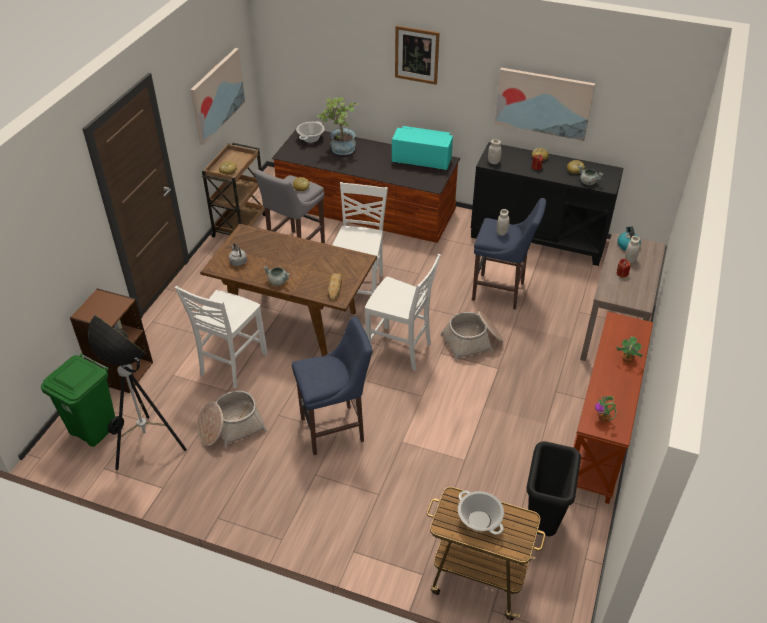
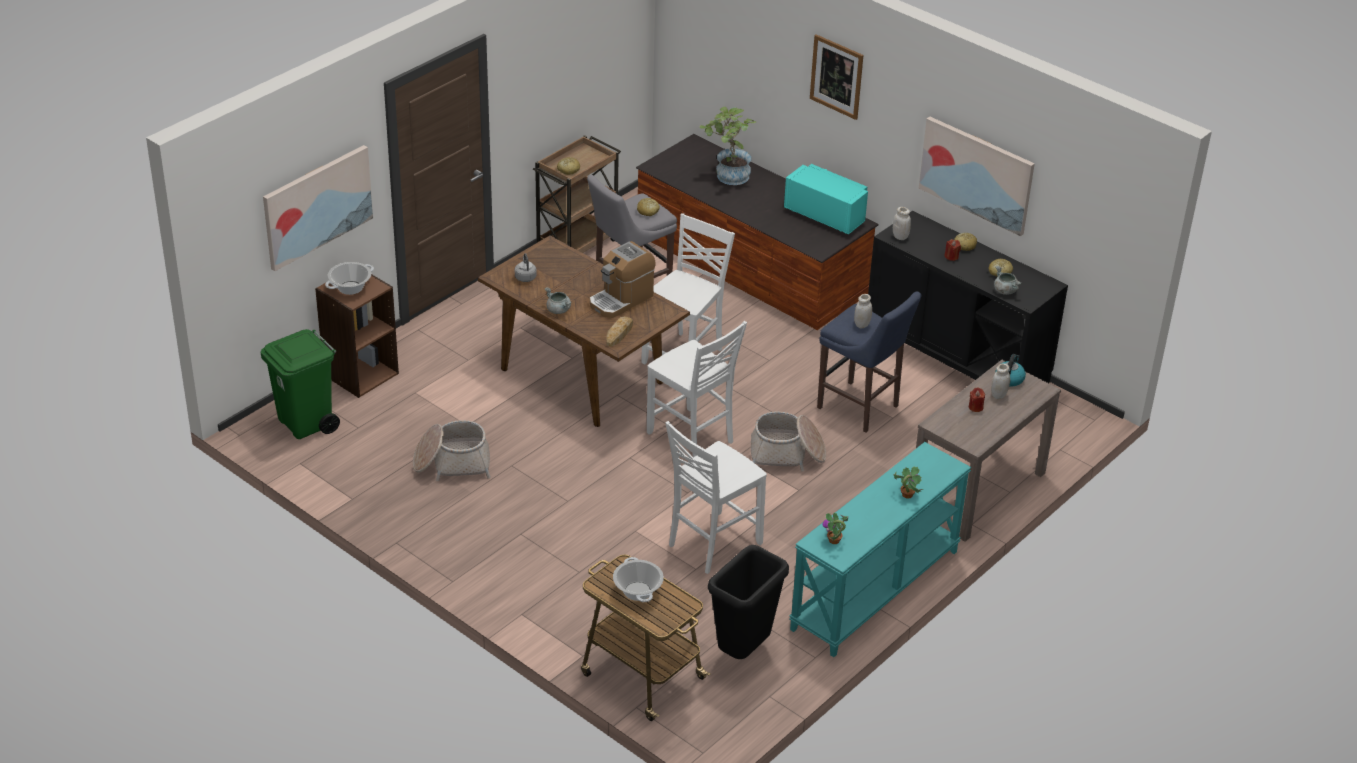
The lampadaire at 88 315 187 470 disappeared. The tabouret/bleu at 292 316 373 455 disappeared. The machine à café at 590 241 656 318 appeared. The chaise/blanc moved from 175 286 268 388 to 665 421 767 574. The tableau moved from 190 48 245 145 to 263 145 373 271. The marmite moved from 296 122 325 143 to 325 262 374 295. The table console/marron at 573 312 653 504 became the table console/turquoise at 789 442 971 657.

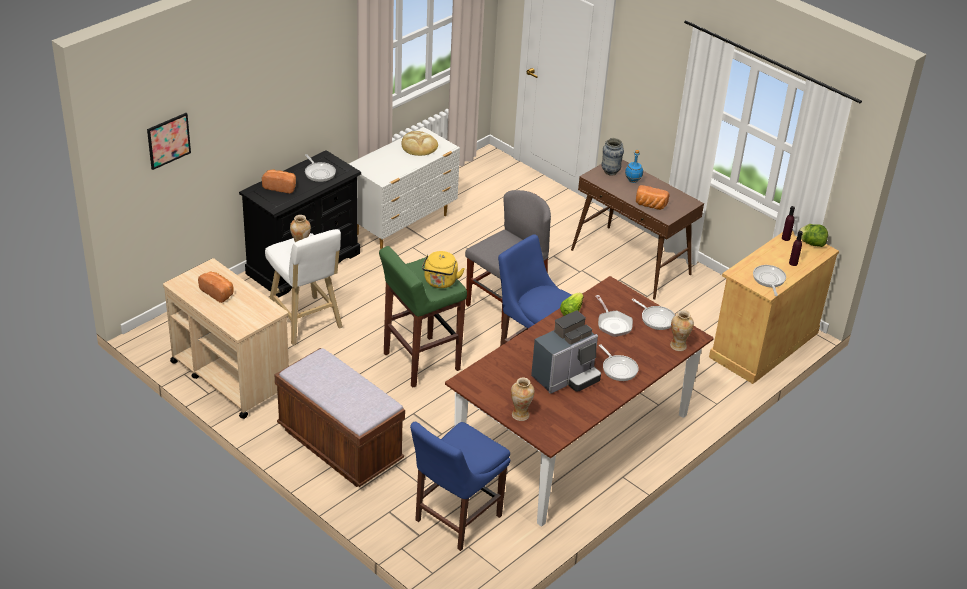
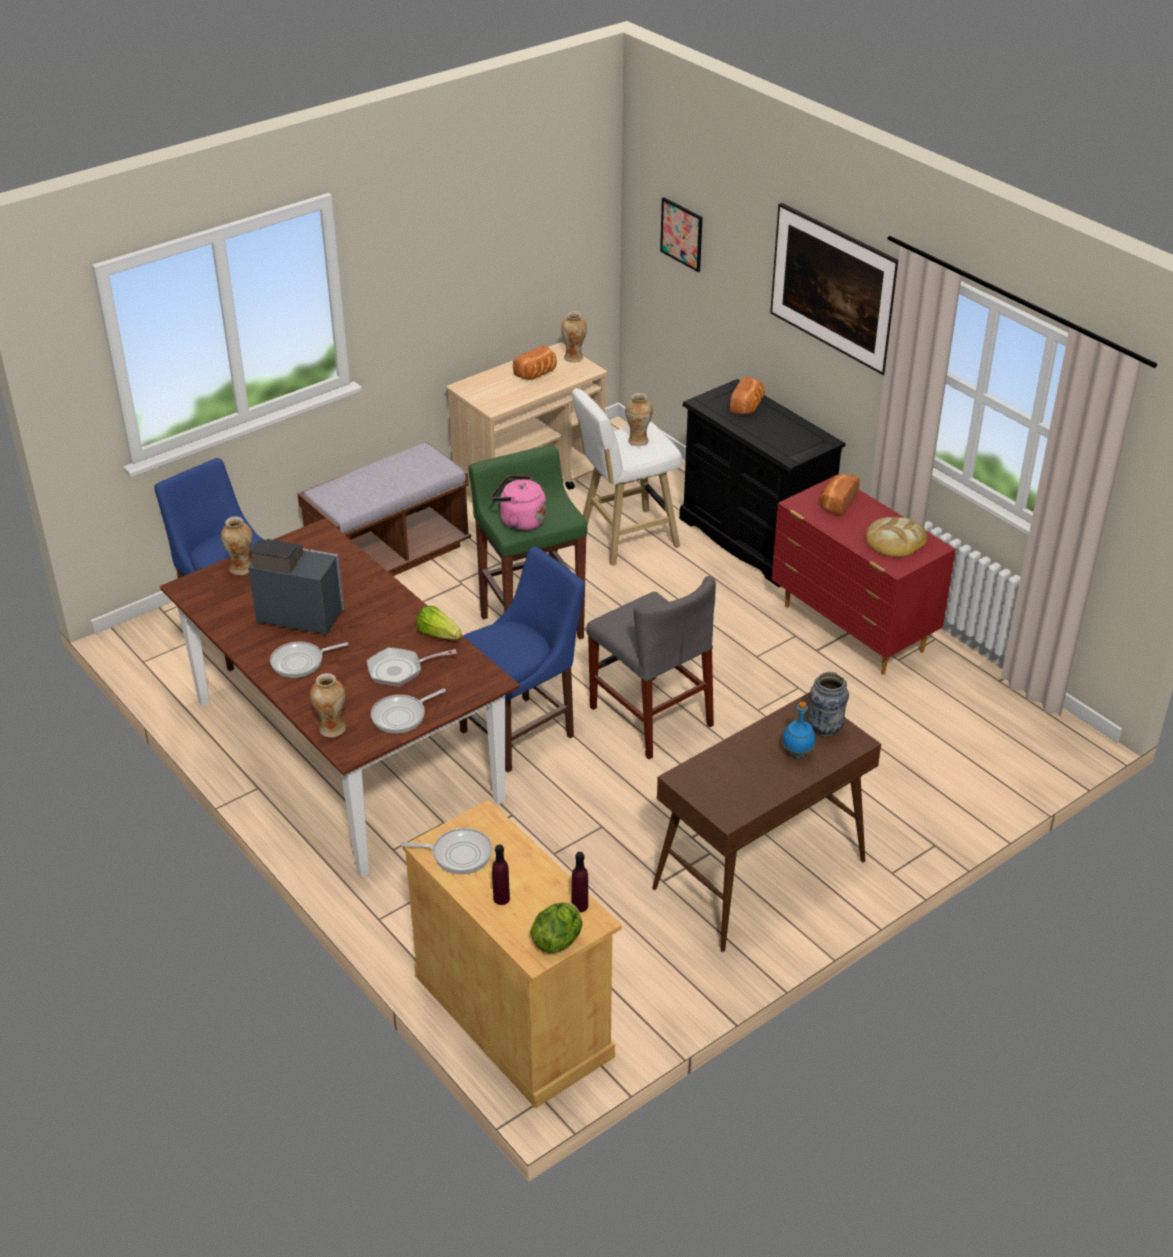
The poêle at 305 154 336 182 disappeared. The vase at 561 311 587 363 appeared. The tableau at 770 203 898 375 appeared. The pain moved from 636 185 669 210 to 820 474 860 516. The commode/blanc at 349 127 460 249 became the commode/rouge at 771 475 956 675. The bouilloire/jaune at 422 251 465 288 became the bouilloire/rose at 491 475 546 531. The machine à café at 531 311 601 394 turned 135 degrees clockwise.

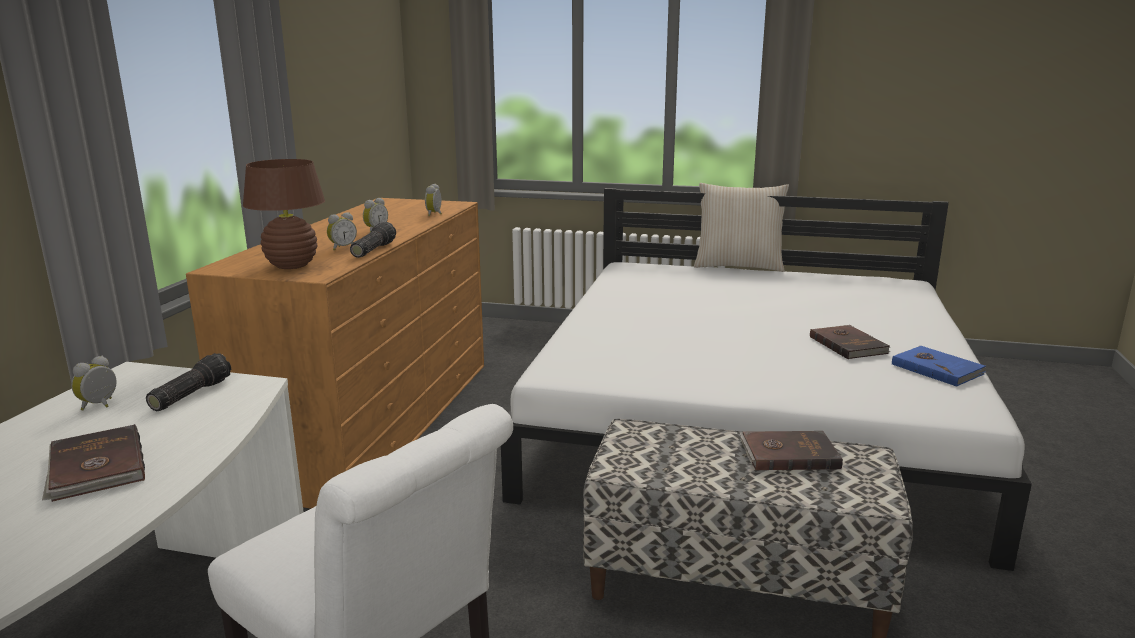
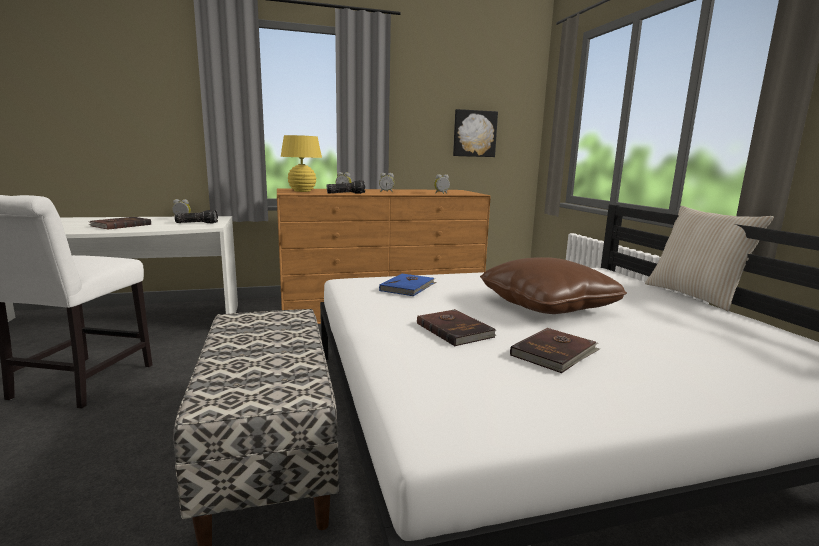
The tableau at 453 109 498 157 appeared. The coussin/marron at 480 257 627 314 appeared. The livre/marron moved from 739 431 843 470 to 417 309 496 346. The livre/bleu moved from 892 346 986 387 to 379 273 437 296. The lampe de table/marron at 243 159 325 269 became the lampe de table/jaune at 281 135 322 192.

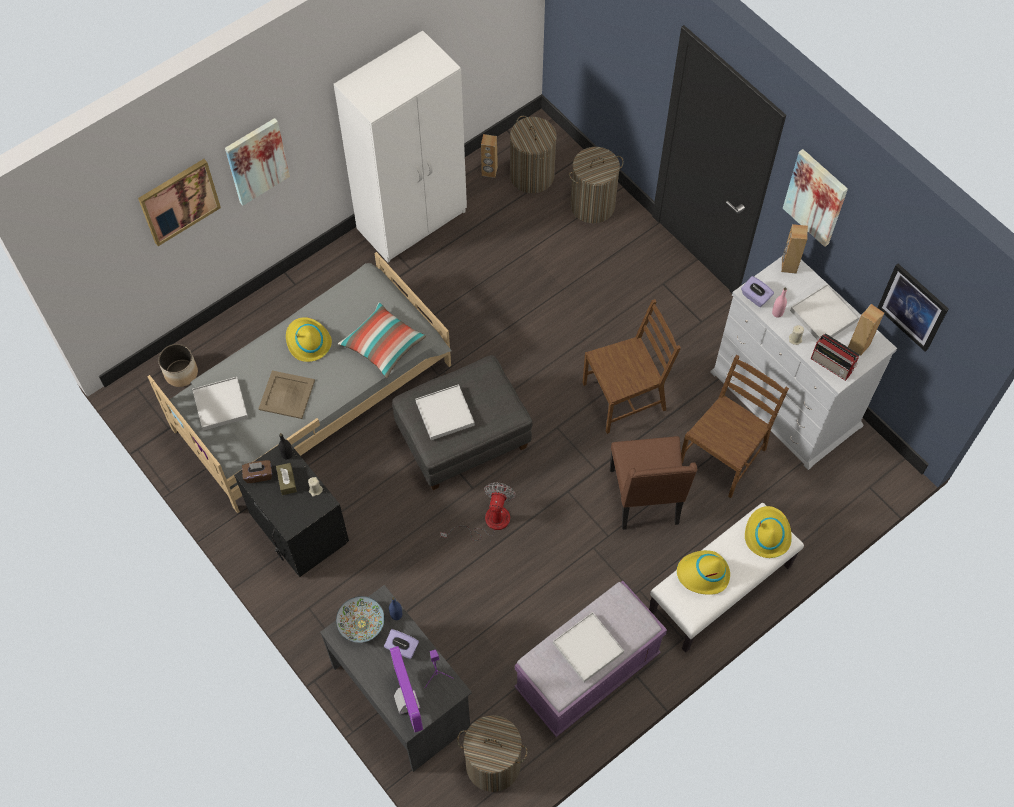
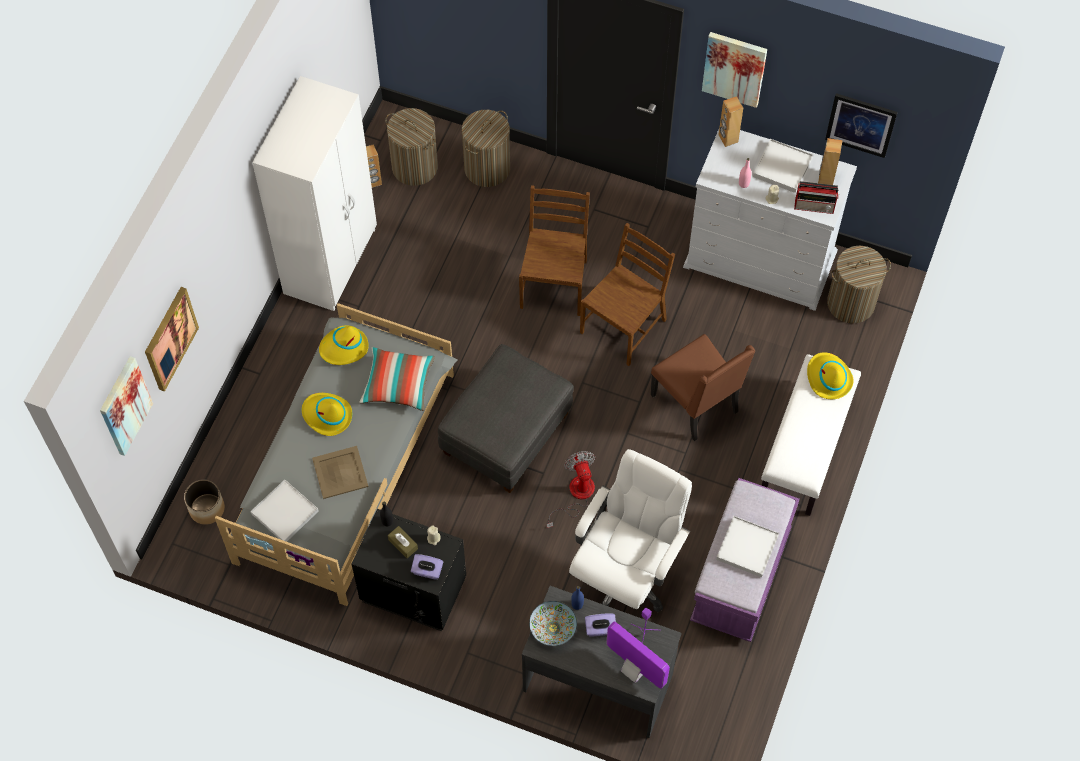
The boîte à mouchoirs/marron at 242 460 272 483 disappeared. The plateau/blanc at 416 384 475 440 disappeared. The chaise de bureau/blanc at 569 449 692 612 appeared. The tableau moved from 225 118 290 205 to 100 356 153 456. The panier à linge moved from 457 715 528 792 to 827 246 891 323. The chapeau/jaune moved from 677 550 730 595 to 319 325 369 365. The chaise/marron moved from 681 355 789 498 to 519 185 590 316. The boîte à mouchoirs/violet moved from 741 276 774 307 to 411 554 443 580.

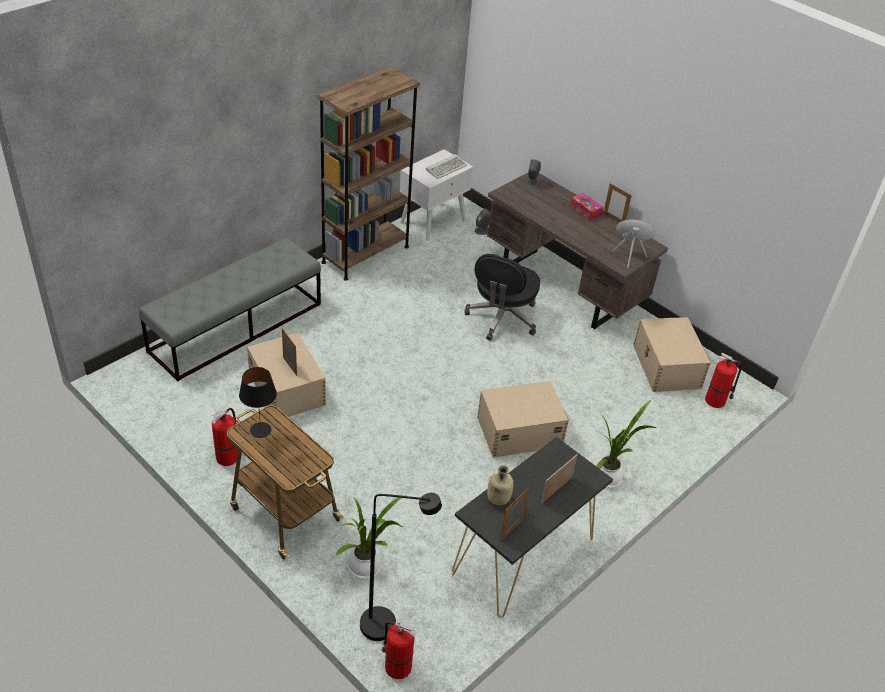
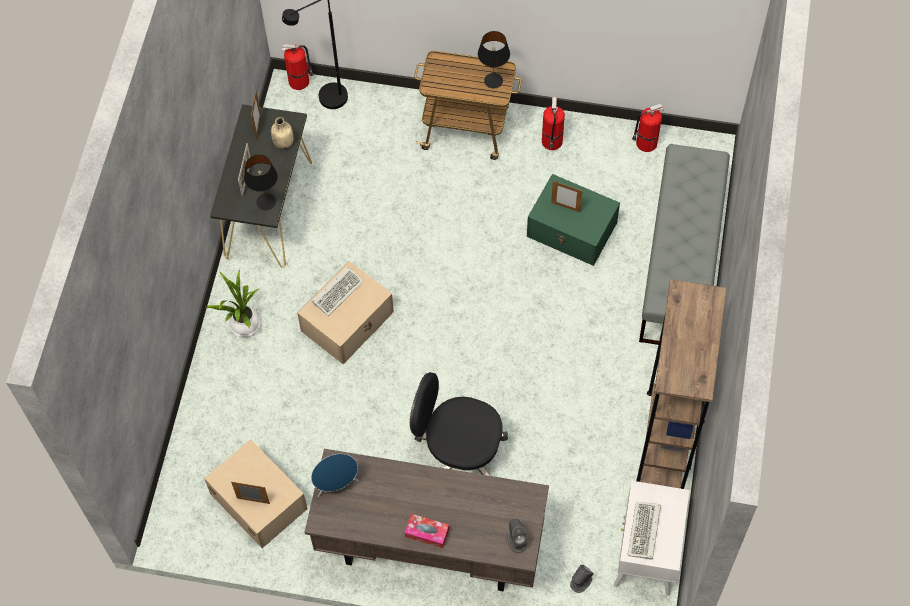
The plante en pot at 335 497 404 579 disappeared. The lampe de table/noir at 244 155 278 210 appeared. The clavier at 312 266 364 316 appeared. The cadre photo moved from 604 183 632 223 to 231 482 270 504. The extincteur moved from 705 352 742 408 to 632 103 664 152. The boîte de rangement/beige at 247 333 326 421 became the boîte de rangement/vert at 527 174 620 266. The chaise de bureau/noir at 464 254 540 341 turned 60 degrees counterclockwise.

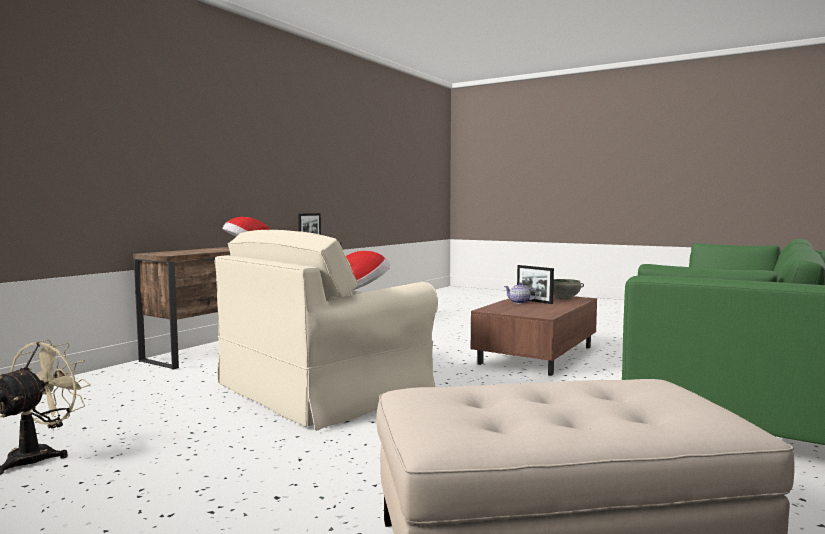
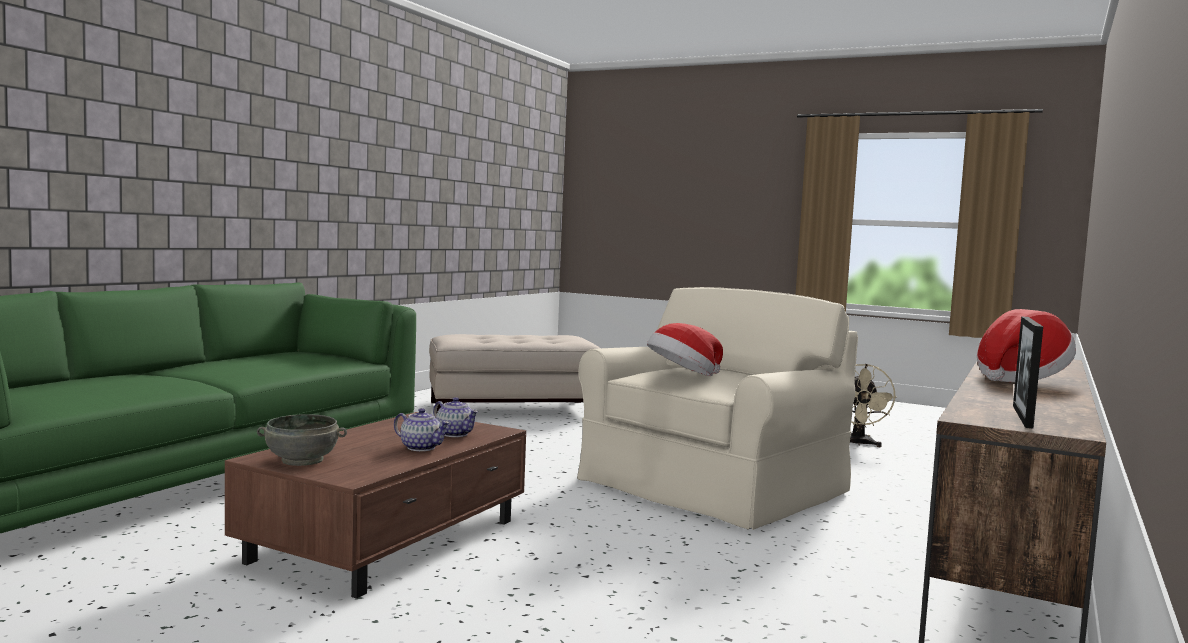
The cadre photo at 517 265 554 304 disappeared. The théière at 433 397 479 437 appeared.

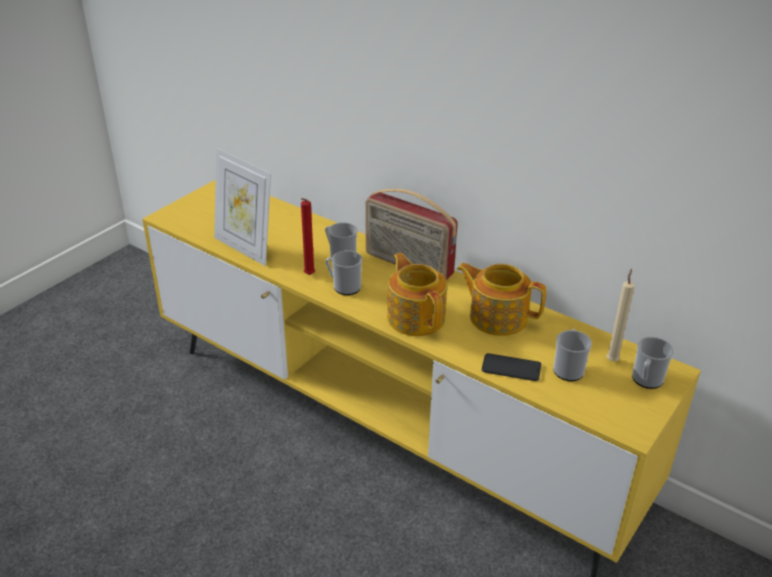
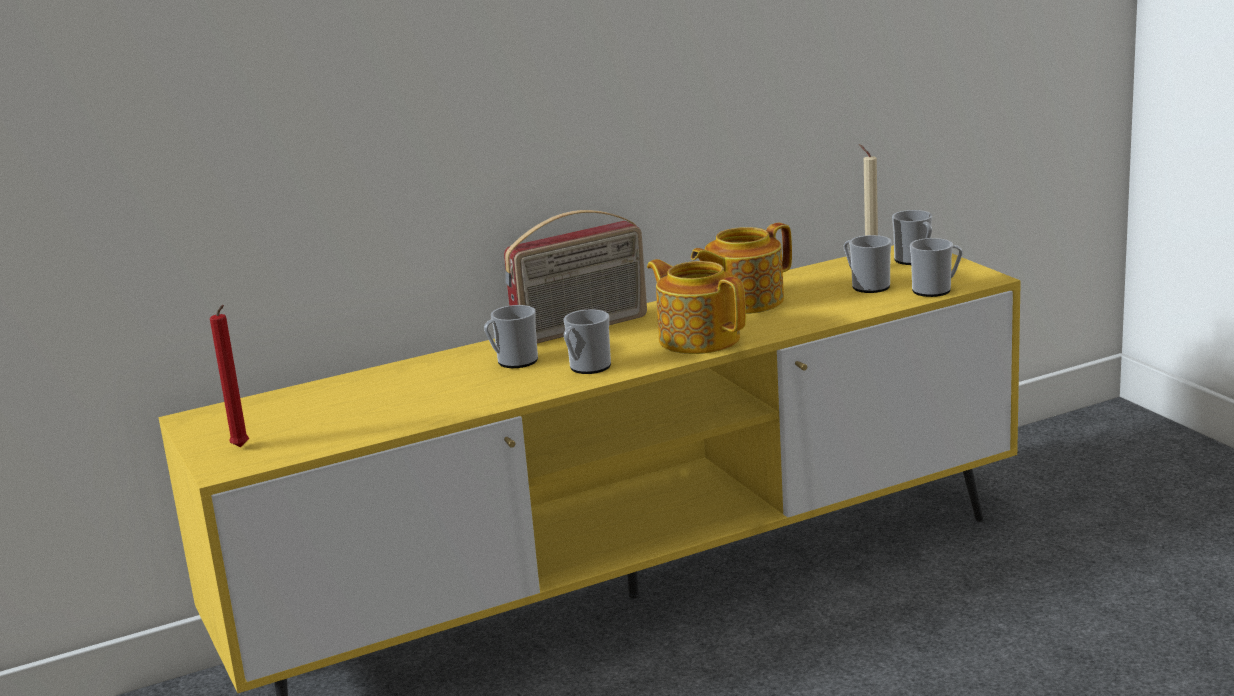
The cadre photo at 214 148 271 266 disappeared. The téléphone at 482 353 541 381 disappeared. The mug at 910 238 963 297 appeared. The bougie/rouge moved from 301 198 315 275 to 210 305 249 447. The théière at 387 253 447 336 turned 45 degrees clockwise.

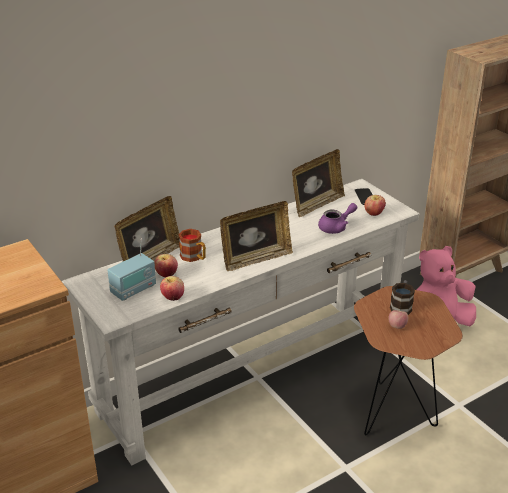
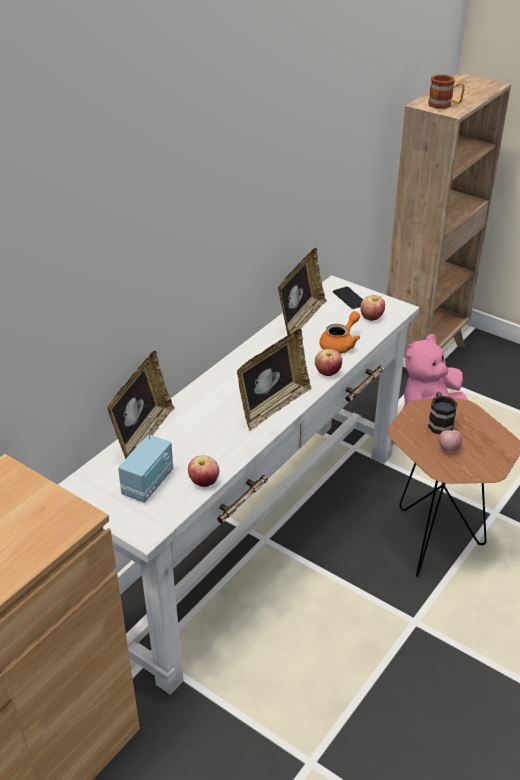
The pomme moved from 154 254 178 277 to 315 349 342 376. The mug moved from 179 229 206 262 to 428 75 465 109. The théière/violet at 318 203 357 234 became the théière/orange at 320 311 360 354.

